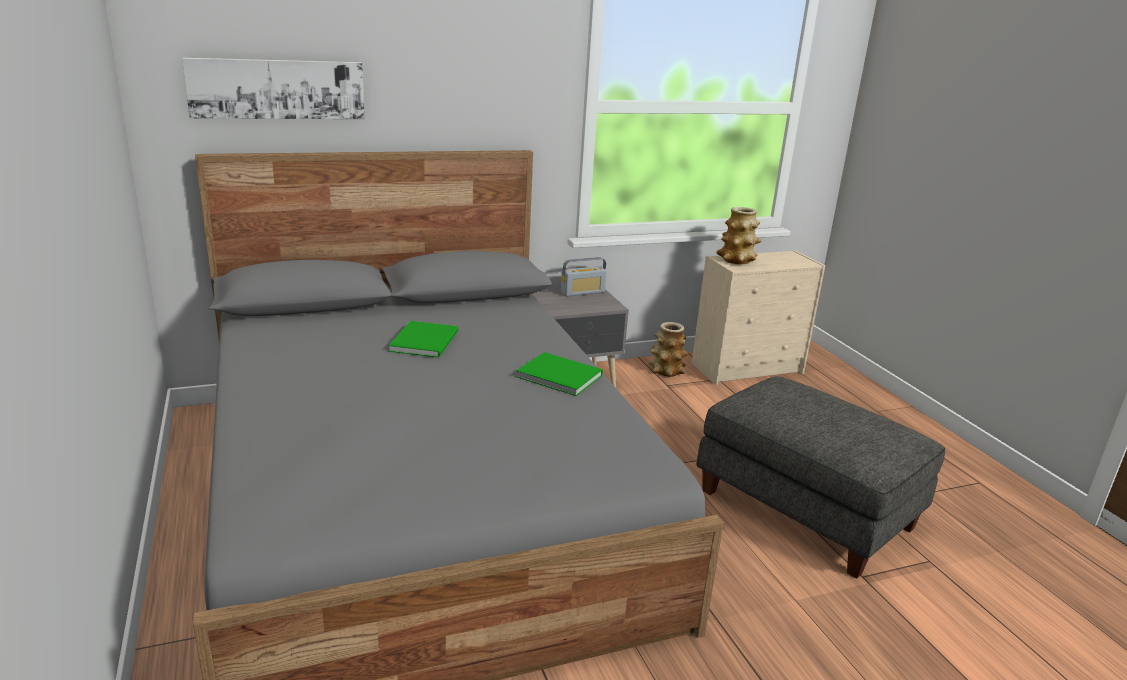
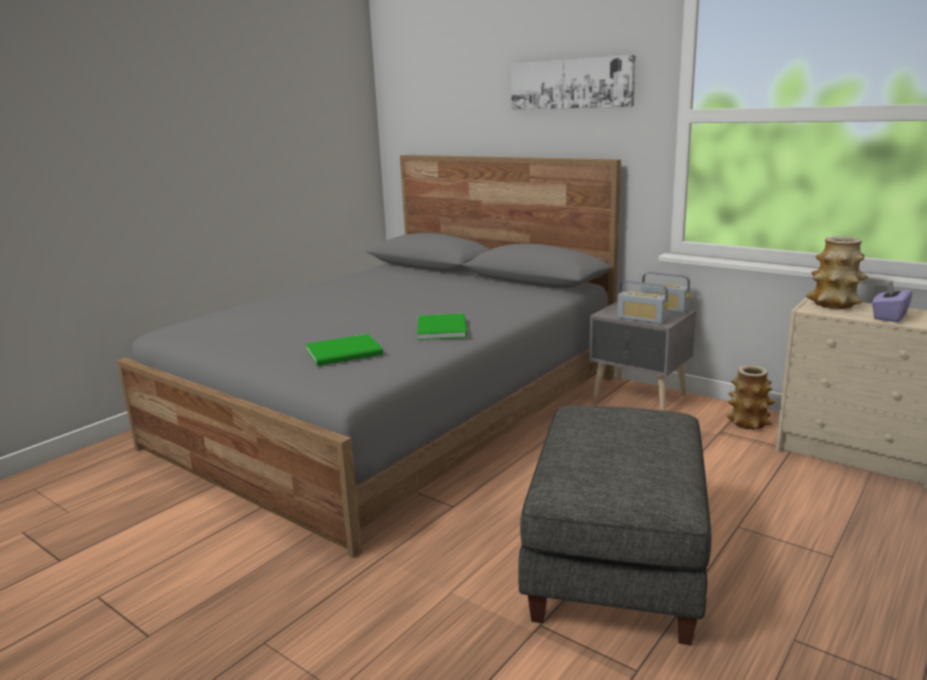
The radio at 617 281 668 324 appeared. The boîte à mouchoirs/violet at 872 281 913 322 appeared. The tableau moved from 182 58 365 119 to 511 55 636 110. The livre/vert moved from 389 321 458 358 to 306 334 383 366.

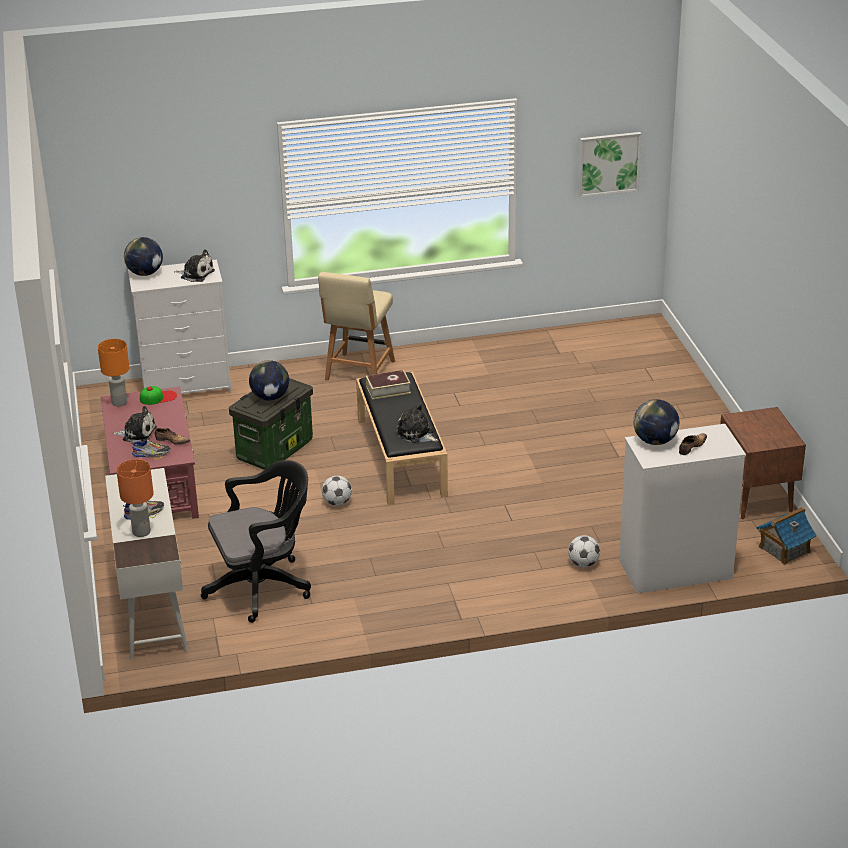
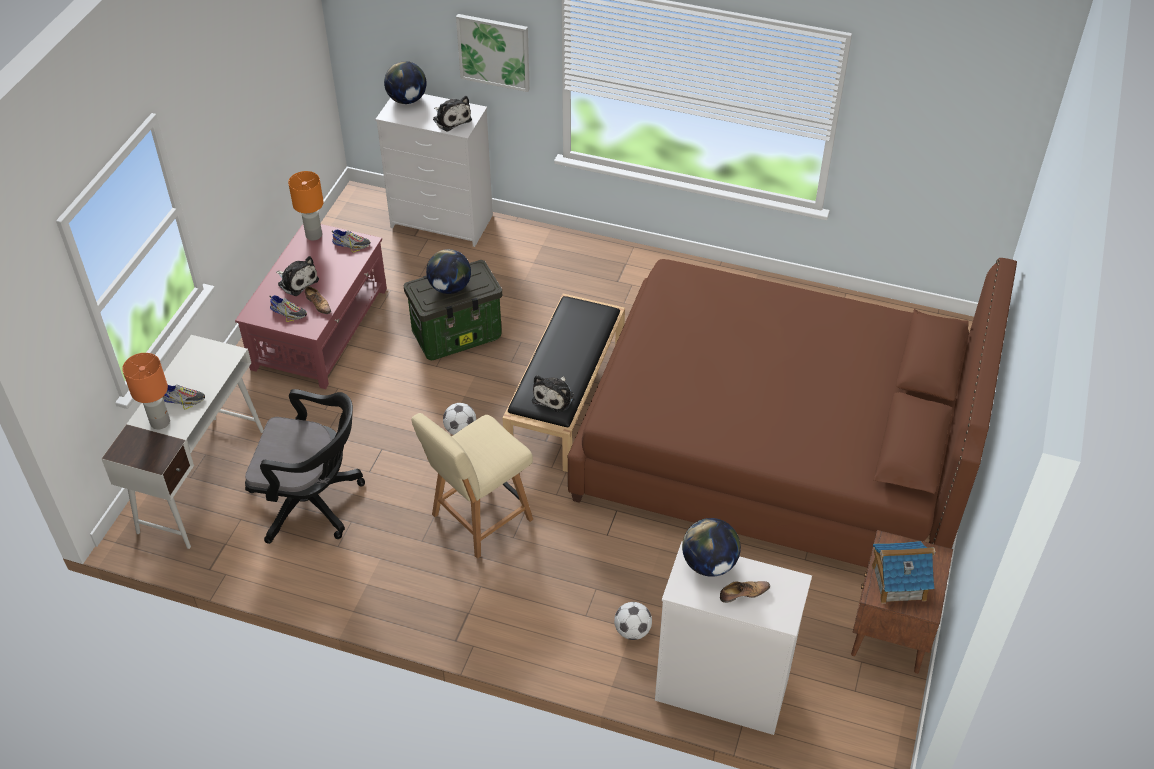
The livre at 366 370 411 400 disappeared. The lit/marron at 568 258 1017 567 appeared. The chaise/beige moved from 318 272 395 381 to 411 413 533 559. The tableau moved from 578 132 642 198 to 456 14 530 92. The maison miniature moved from 756 507 817 565 to 872 541 936 604. The casquette at 140 386 177 405 was replaced by the chaussure at 332 230 370 252. The peluche at 396 403 438 443 turned 135 degrees counterclockwise.

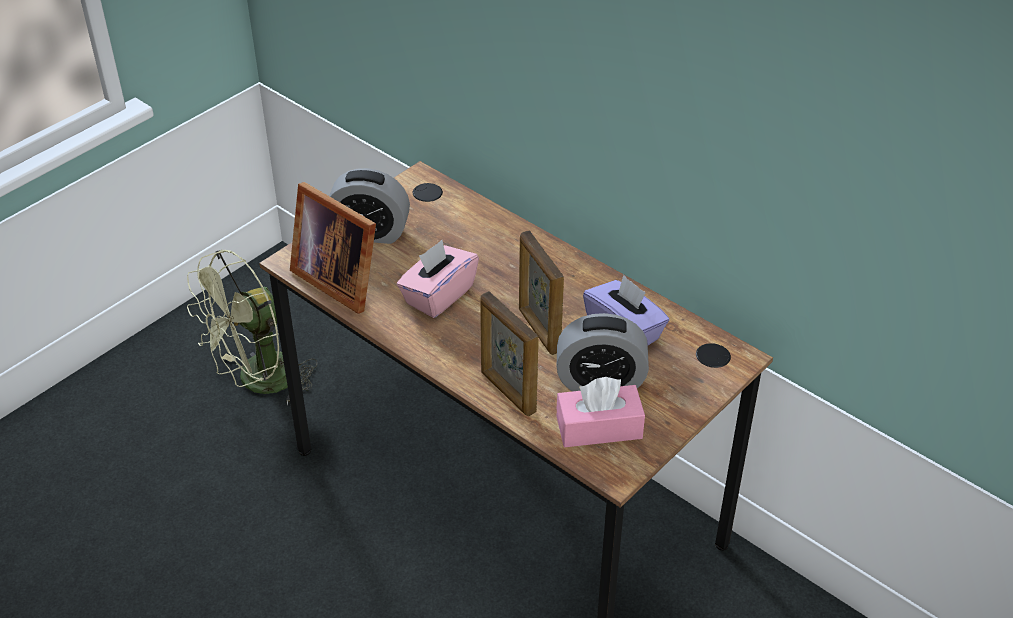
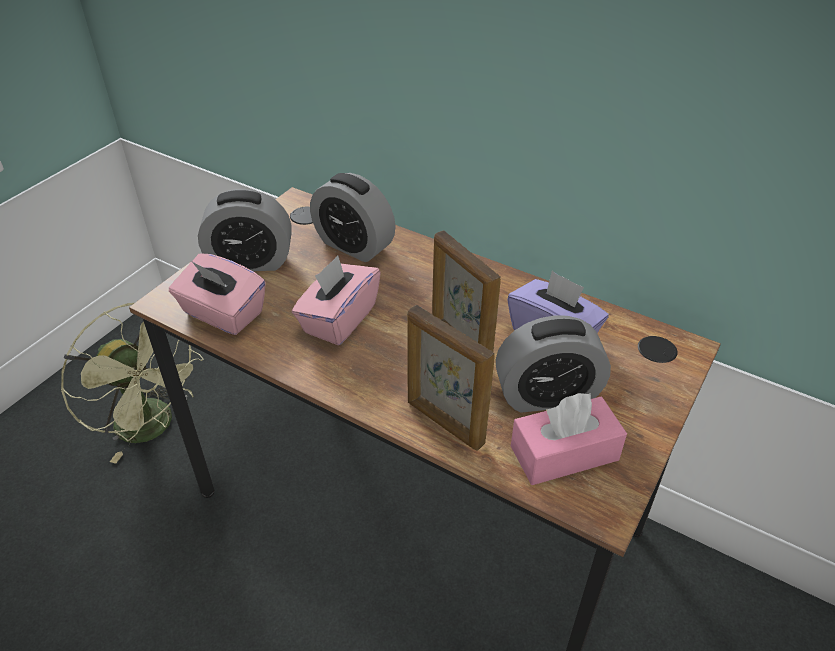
The réveil at 310 173 396 262 appeared. The cadre photo at 290 182 376 314 was replaced by the boîte à mouchoirs/rose at 169 253 266 335. The ventilateur/vert at 187 249 318 405 turned 90 degrees counterclockwise.

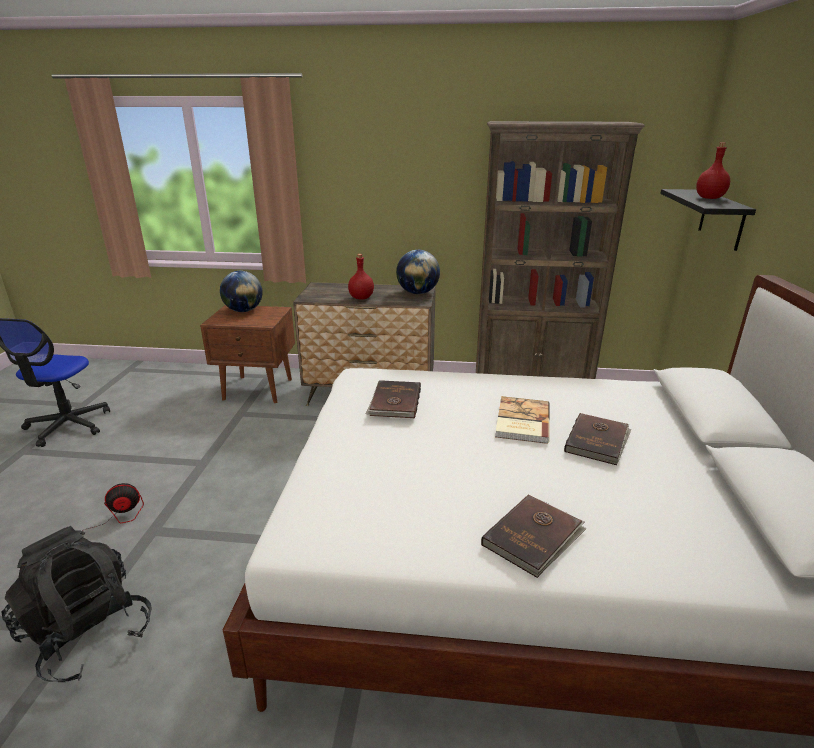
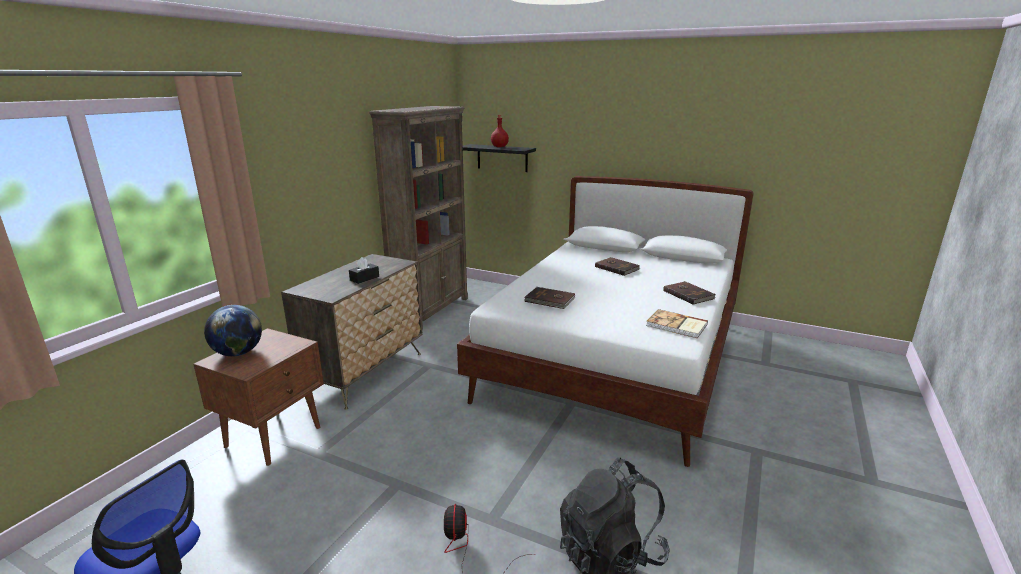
The globe at 396 250 440 294 disappeared. The livre moved from 495 396 550 444 to 646 309 708 338. The bouteille/rouge at 348 254 374 300 was replaced by the boîte à mouchoirs/noir at 349 257 379 284.

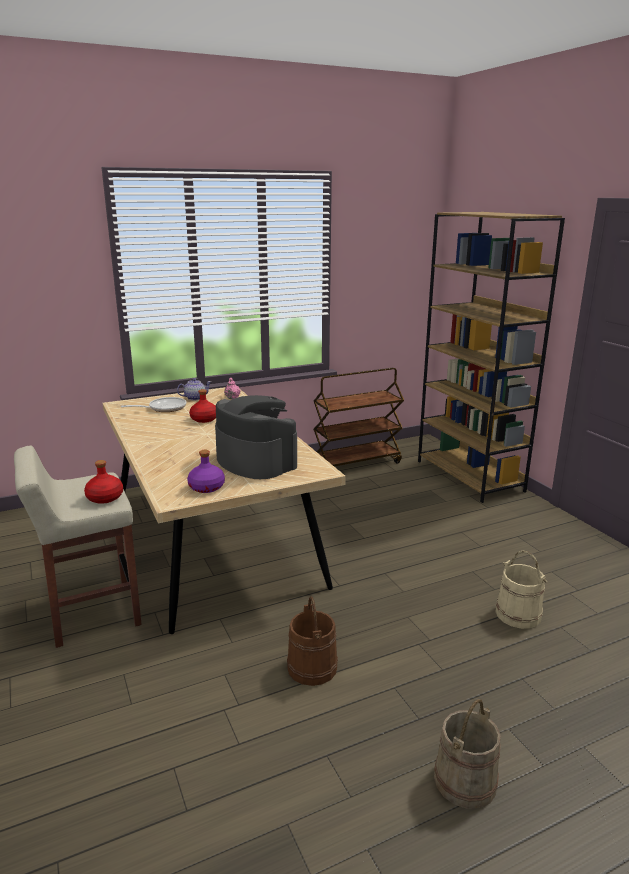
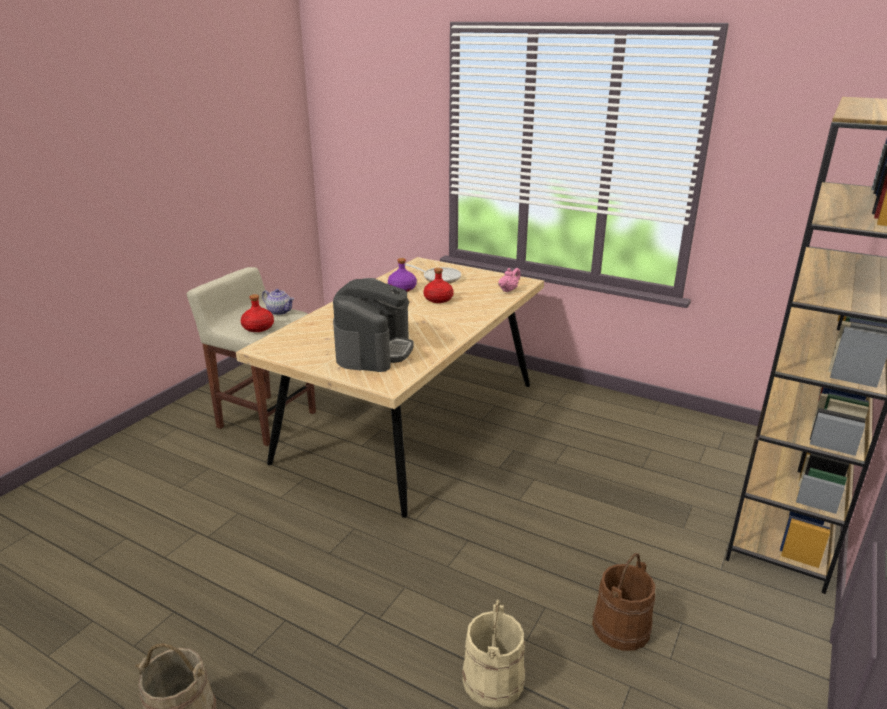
The chariot/marron at 313 368 404 467 disappeared. The théière moved from 177 378 211 400 to 262 289 294 315. The bouteille/violet moved from 187 450 225 493 to 388 258 417 292. The seau/marron moved from 287 597 338 686 to 592 553 656 651.

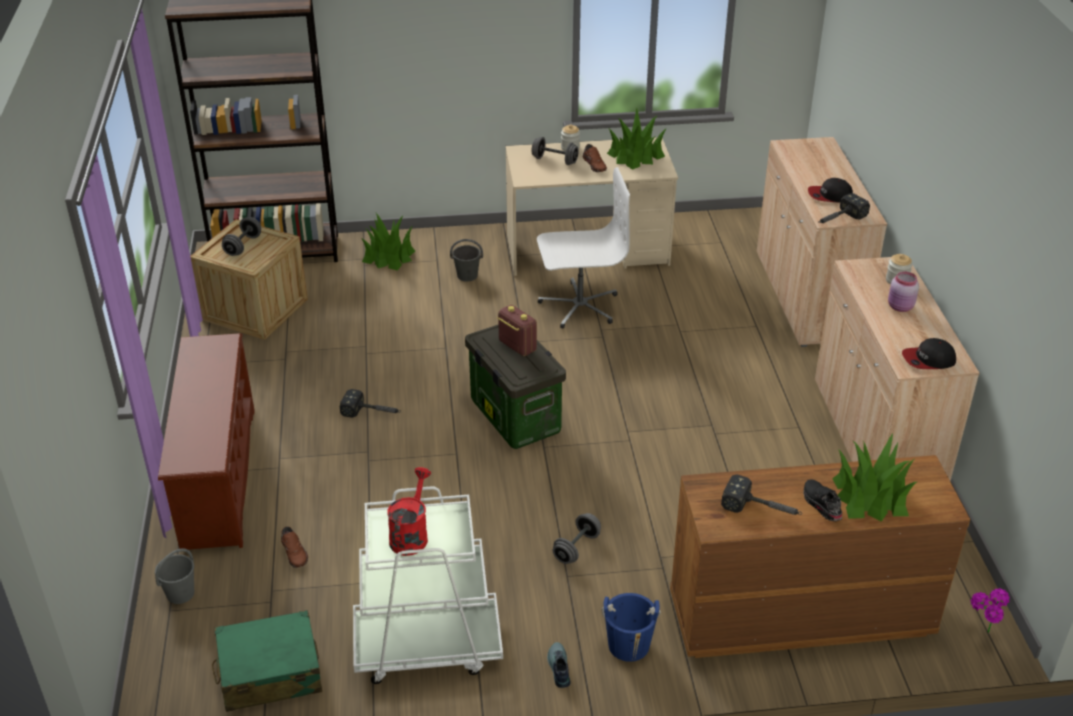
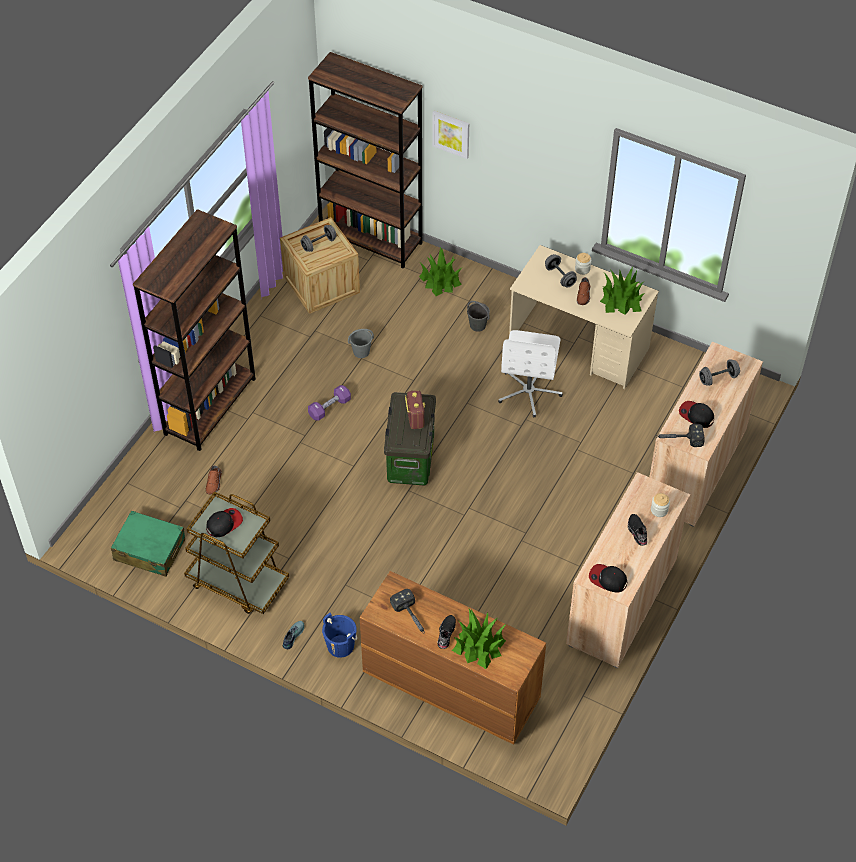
The plante en pot at 971 588 1010 633 disappeared. The tableau at 432 111 469 159 appeared. The seau/gris moved from 155 548 194 604 to 348 329 374 358. The haltère/gris moved from 553 513 601 564 to 699 359 740 386. The étagère à chaussures/marron at 158 333 255 550 was replaced by the bibliothèque/marron at 133 209 256 451. The marteau at 340 389 401 418 was replaced by the haltère/violet at 308 385 351 421. The arrosoir/rouge at 387 467 431 556 was replaced by the casquette at 206 508 243 537. The bocal/rose at 888 271 919 312 was replaced by the chaussure/noir at 628 514 647 546. The chariot/blanc at 353 486 503 684 became the chariot/marron at 184 491 289 614. The chaise de bureau/blanc at 537 167 630 329 turned 75 degrees clockwise.

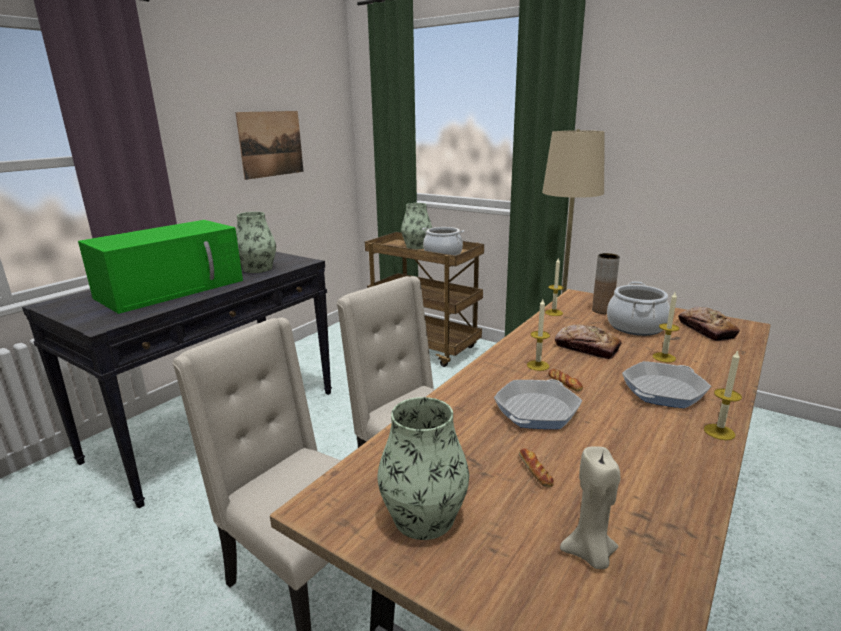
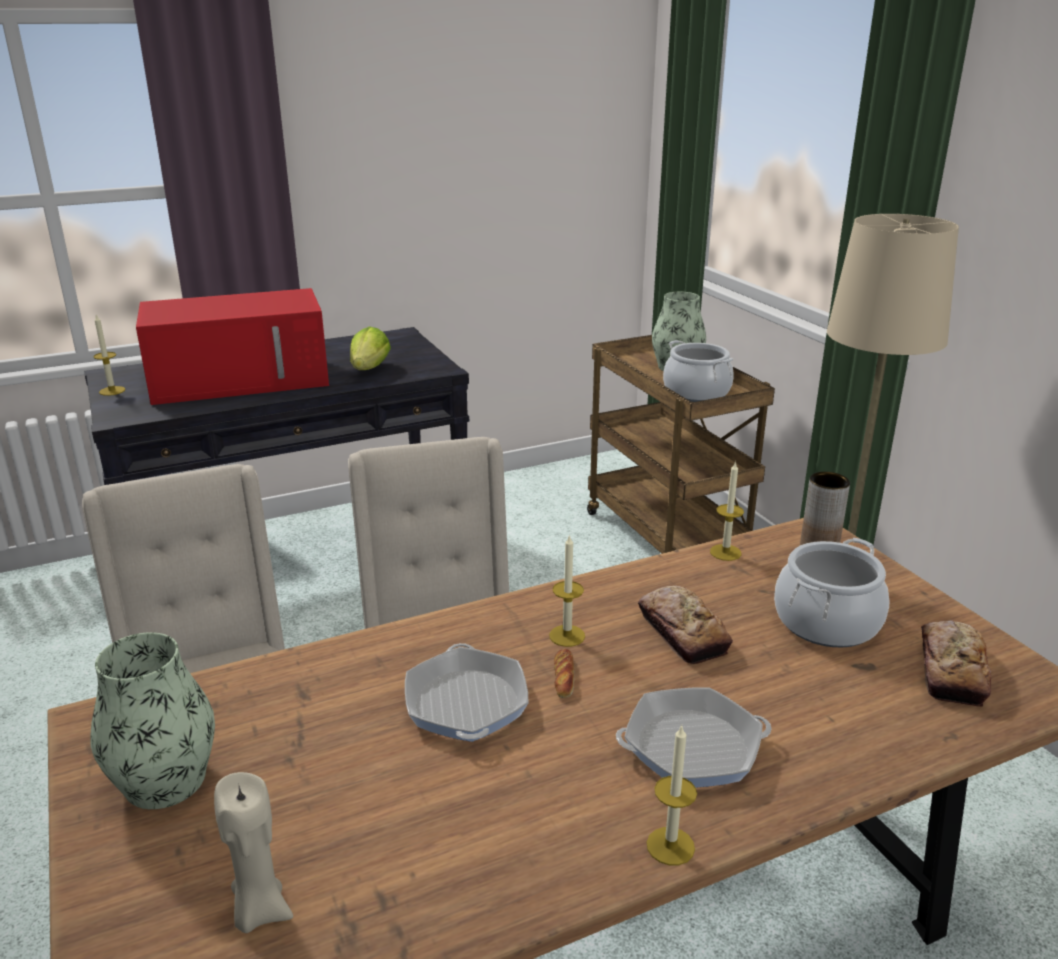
The tableau at 235 111 304 180 disappeared. The pain at 519 448 554 488 disappeared. The bougie moved from 653 292 679 362 to 94 315 125 396. The vase at 236 212 276 273 was replaced by the laitue at 350 326 391 370. The micro-ondes/vert at 78 220 243 314 became the micro-ondes/rouge at 136 288 329 405. The poêle at 494 379 582 429 turned 75 degrees counterclockwise.

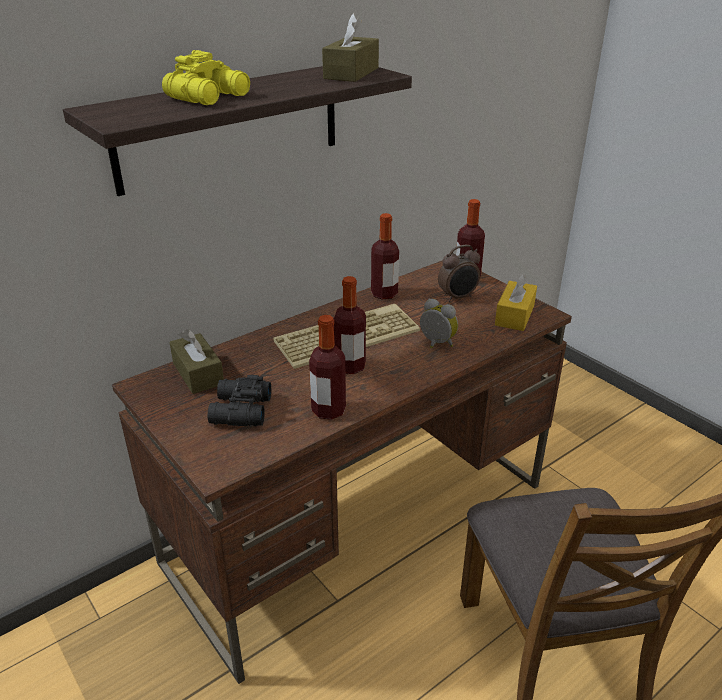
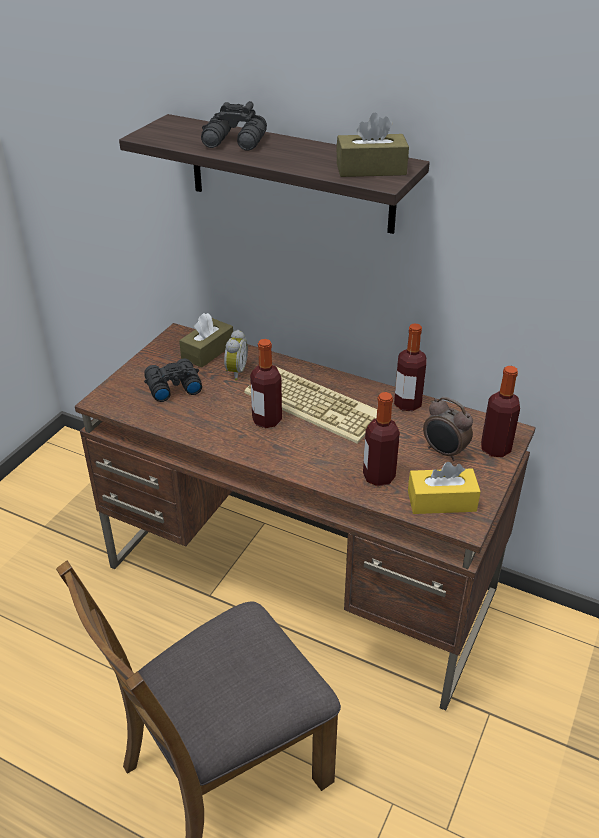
The bouteille moved from 309 315 346 420 to 363 392 400 486. The réveil moved from 420 298 458 349 to 224 330 248 380. The jumelles/jaune at 162 50 250 105 became the jumelles/noir at 201 101 267 151.

